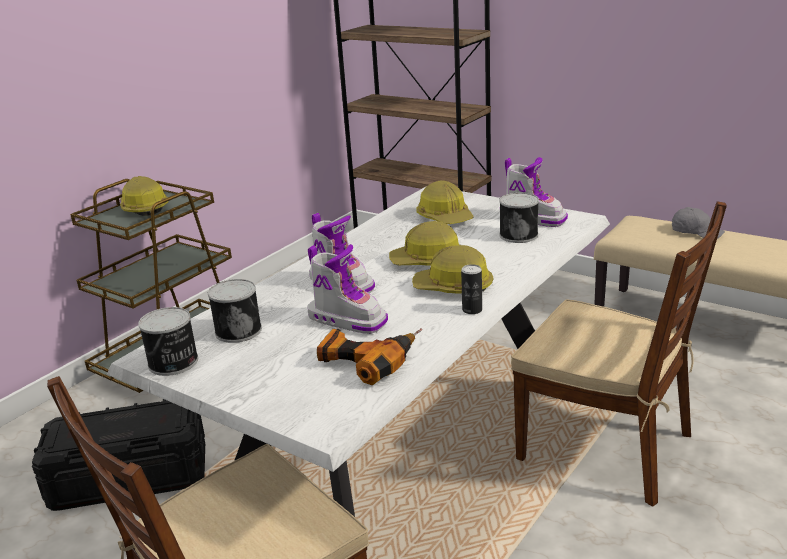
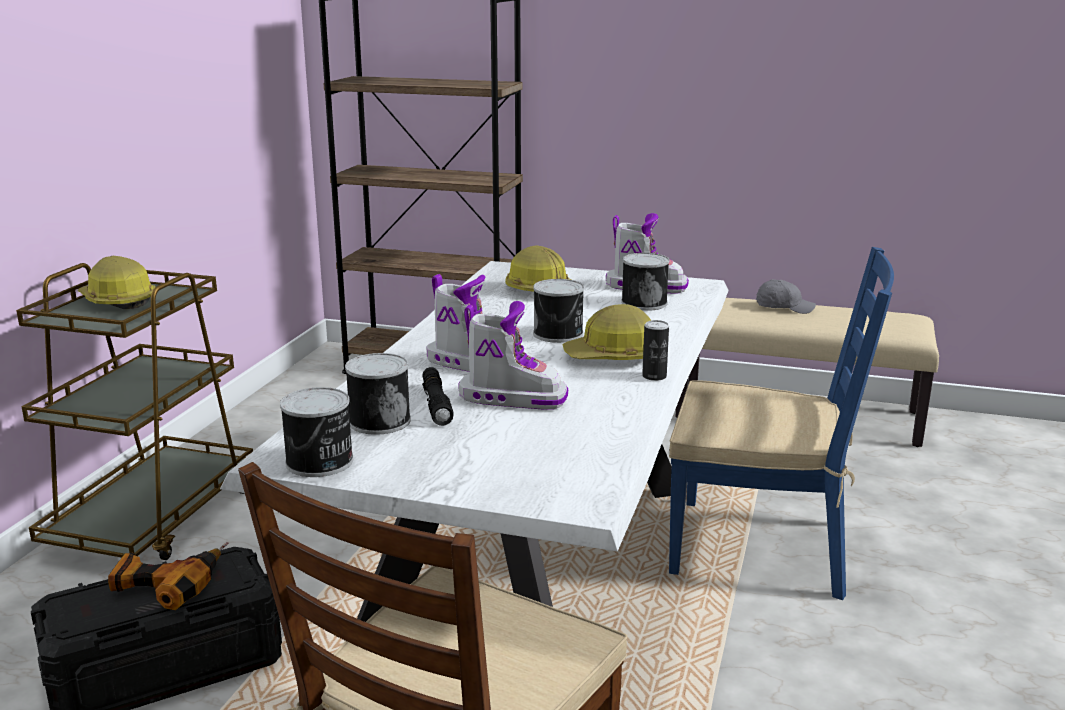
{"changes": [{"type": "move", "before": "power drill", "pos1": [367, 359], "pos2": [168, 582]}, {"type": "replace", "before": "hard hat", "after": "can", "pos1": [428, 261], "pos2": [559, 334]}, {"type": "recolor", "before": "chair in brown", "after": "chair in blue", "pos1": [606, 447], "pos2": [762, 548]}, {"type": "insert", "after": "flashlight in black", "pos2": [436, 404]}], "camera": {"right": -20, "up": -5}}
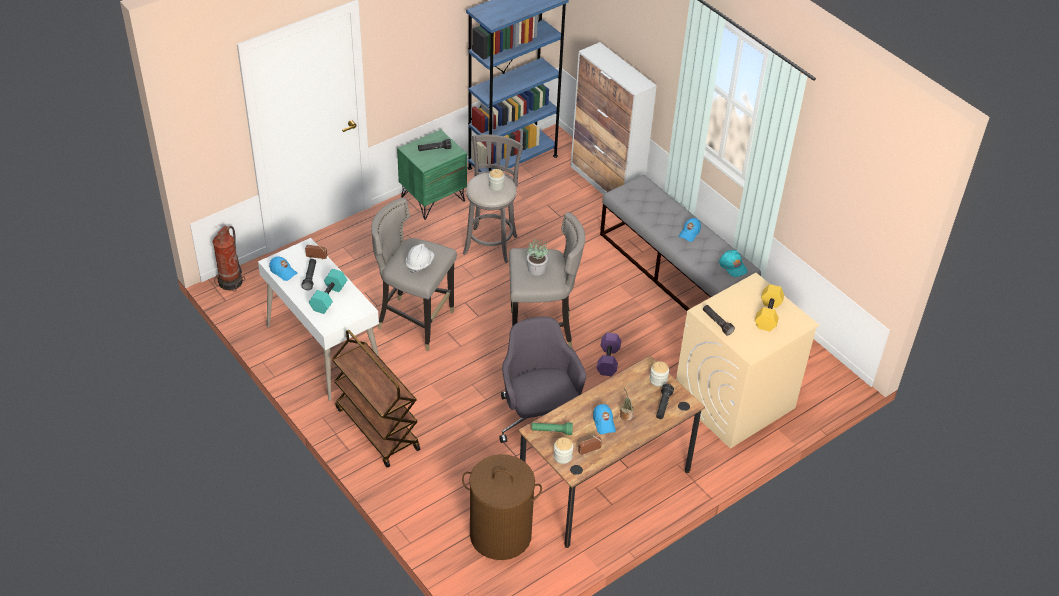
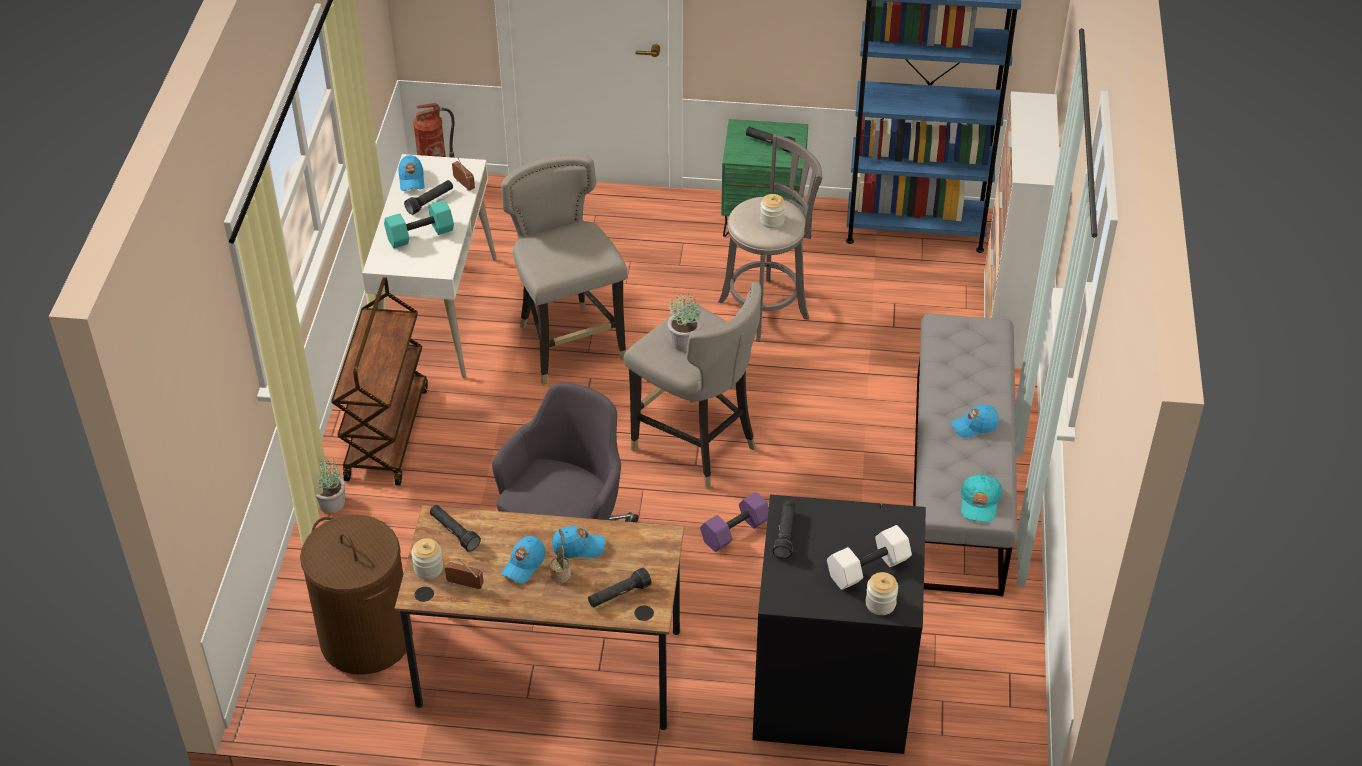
{"changes": [{"type": "delete", "before": "hard hat in white", "pos1": [419, 263]}, {"type": "recolor", "before": "flashlight in green", "after": "flashlight in black", "pos1": [551, 431], "pos2": [454, 532]}, {"type": "move", "before": "jar", "pos1": [658, 380], "pos2": [880, 604]}, {"type": "recolor", "before": "washing machine in beige", "after": "washing machine in black", "pos1": [733, 402], "pos2": [830, 688]}, {"type": "recolor", "before": "dumbbell in yellow", "after": "dumbbell in white", "pos1": [767, 314], "pos2": [868, 567]}, {"type": "insert", "after": "potted plant", "pos2": [332, 503]}, {"type": "insert", "after": "cap in blue", "pos2": [579, 547]}], "camera": {"right": 45, "up": 0}}
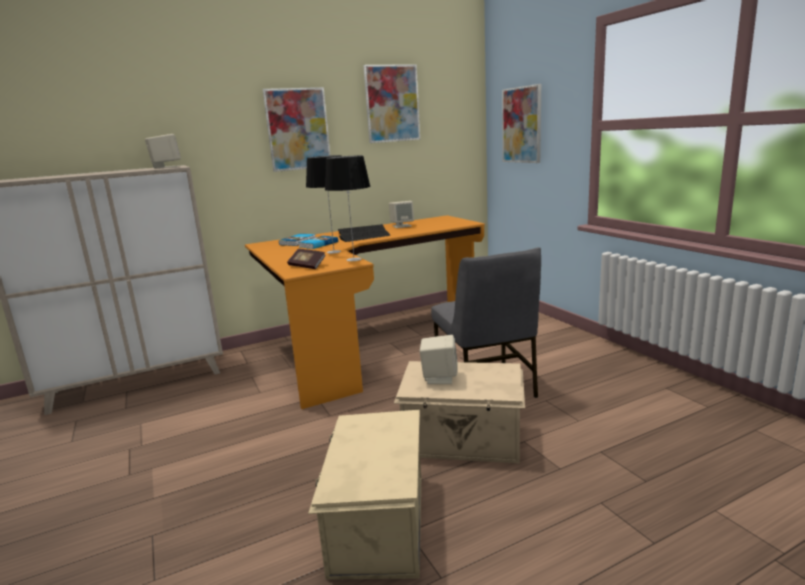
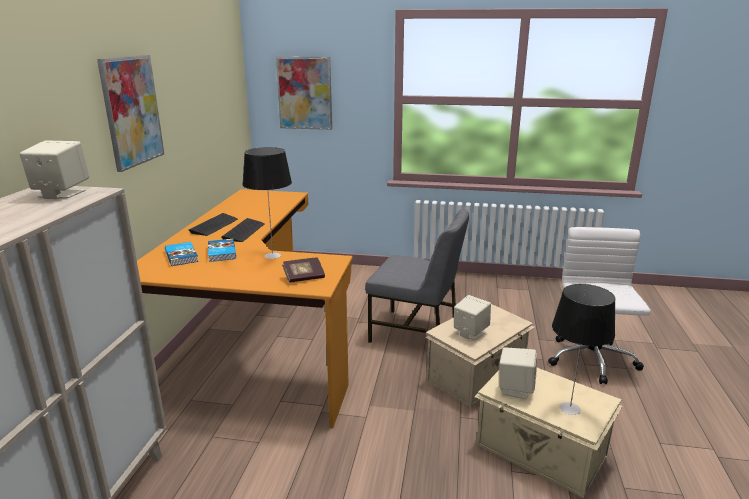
{"changes": [{"type": "move", "before": "table lamp", "pos1": [354, 259], "pos2": [569, 408]}, {"type": "delete", "before": "picture", "pos1": [392, 103]}, {"type": "move", "before": "speaker in beige", "pos1": [402, 226], "pos2": [515, 389]}, {"type": "insert", "after": "office chair in white", "pos2": [591, 360]}], "camera": {"right": -55, "up": 5}}
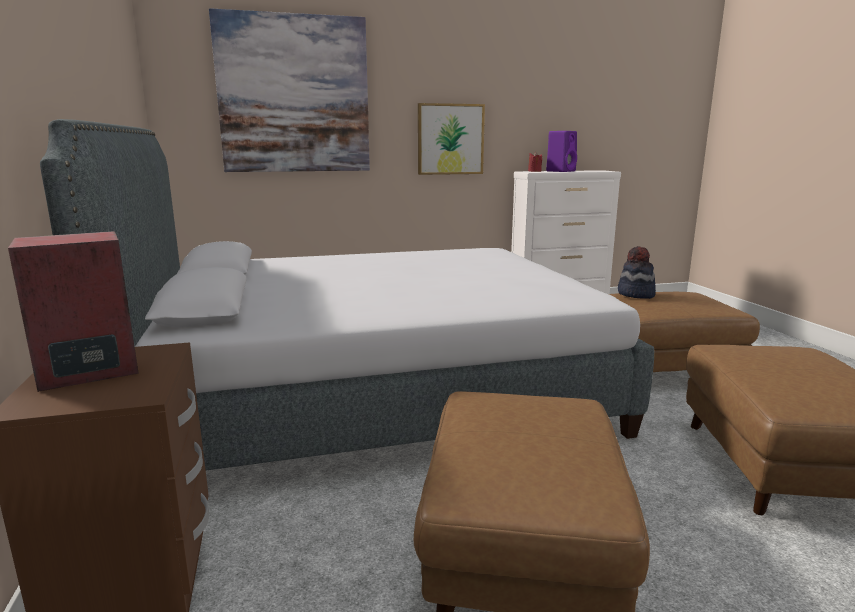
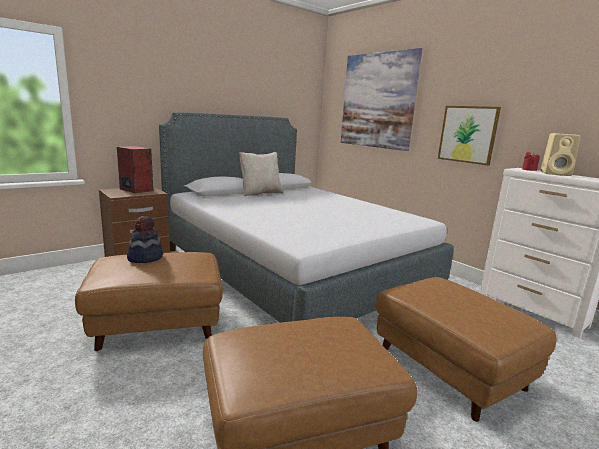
{"changes": [{"type": "recolor", "before": "speaker in purple", "after": "speaker in beige", "pos1": [561, 171], "pos2": [556, 174]}, {"type": "move", "before": "hat", "pos1": [635, 294], "pos2": [145, 257]}, {"type": "insert", "after": "pillow in beige", "pos2": [260, 193]}], "camera": {"right": 65, "up": 0}}
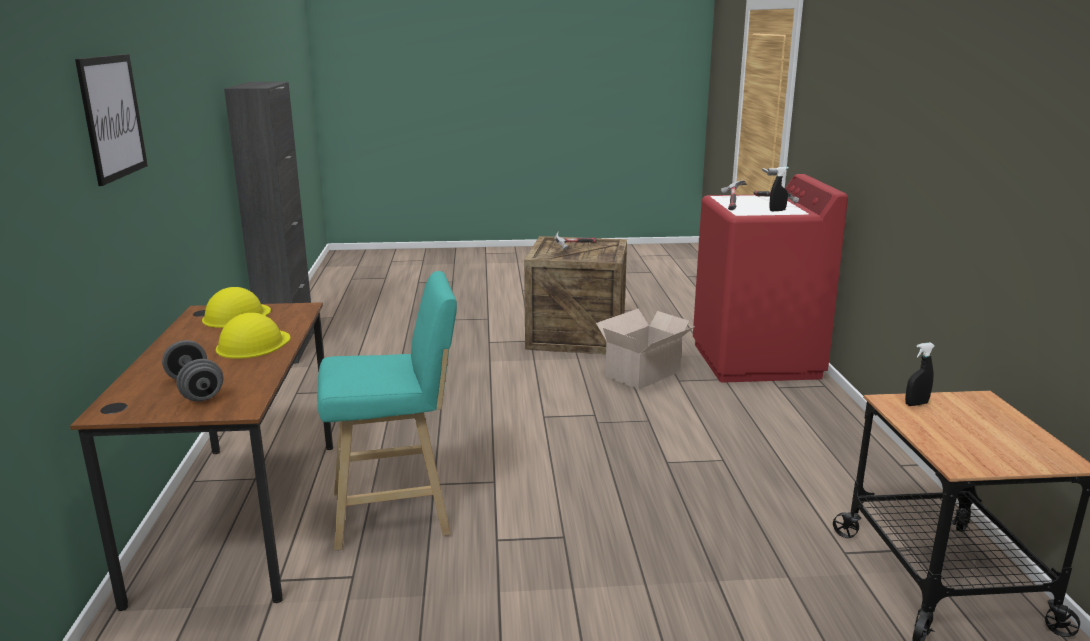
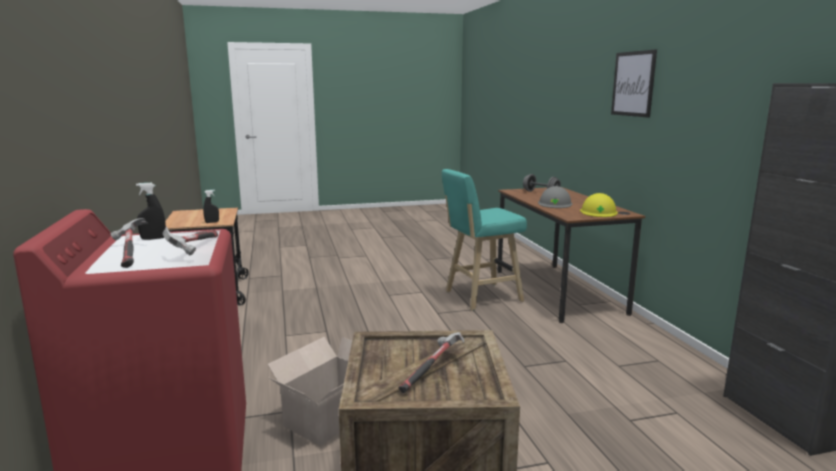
{"changes": [{"type": "recolor", "before": "hard hat in yellow", "after": "hard hat in grey", "pos1": [253, 344], "pos2": [555, 203]}], "camera": {"right": 170, "up": -5}}
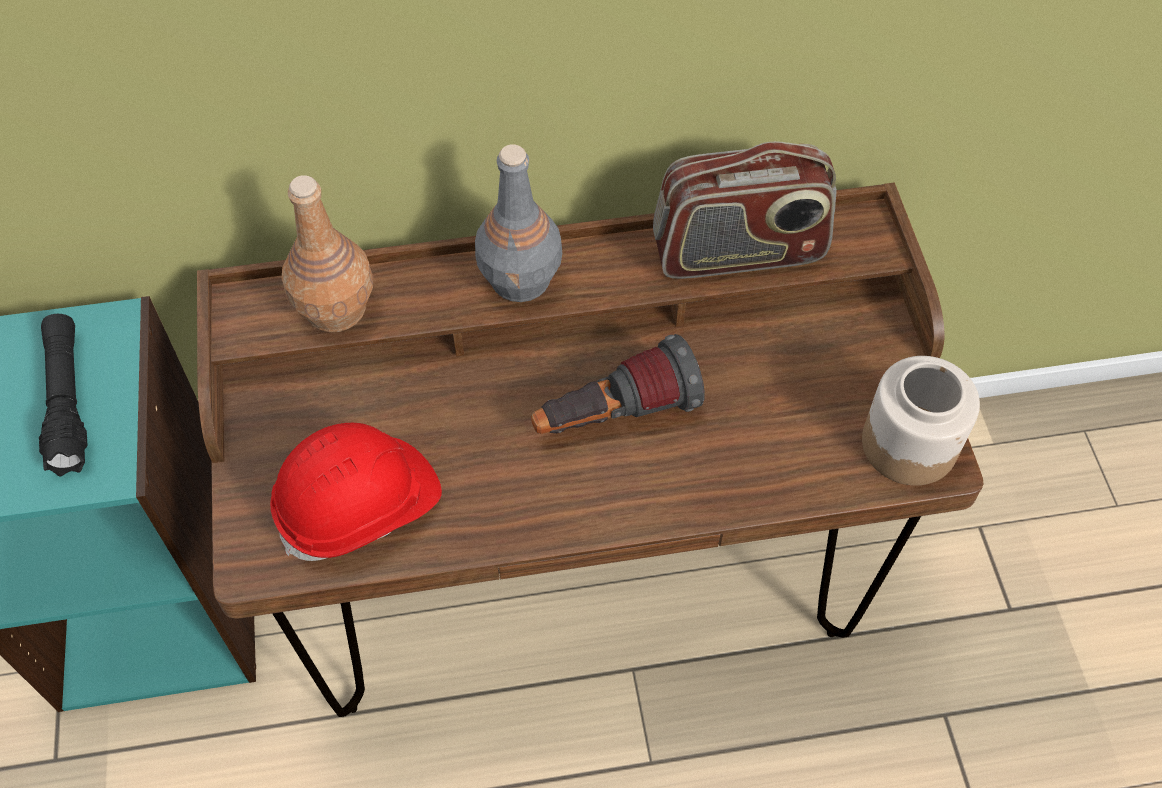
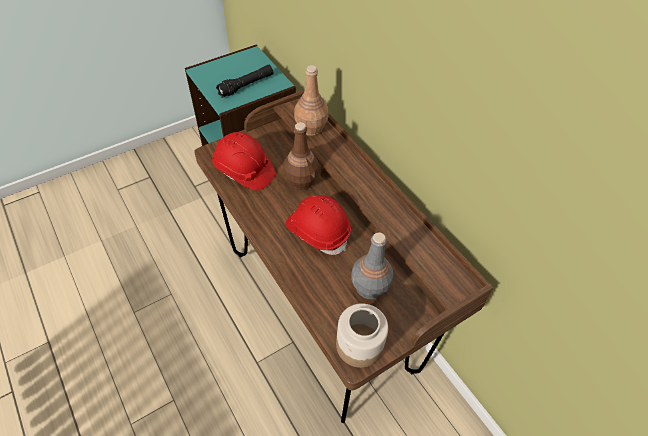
{"changes": [{"type": "move", "before": "bottle in grey", "pos1": [521, 279], "pos2": [370, 287]}, {"type": "replace", "before": "flashlight", "after": "hard hat in red", "pos1": [614, 417], "pos2": [318, 231]}, {"type": "delete", "before": "radio", "pos1": [738, 253]}, {"type": "insert", "after": "bottle in brown", "pos2": [301, 180]}], "camera": {"right": 65, "up": -5}}
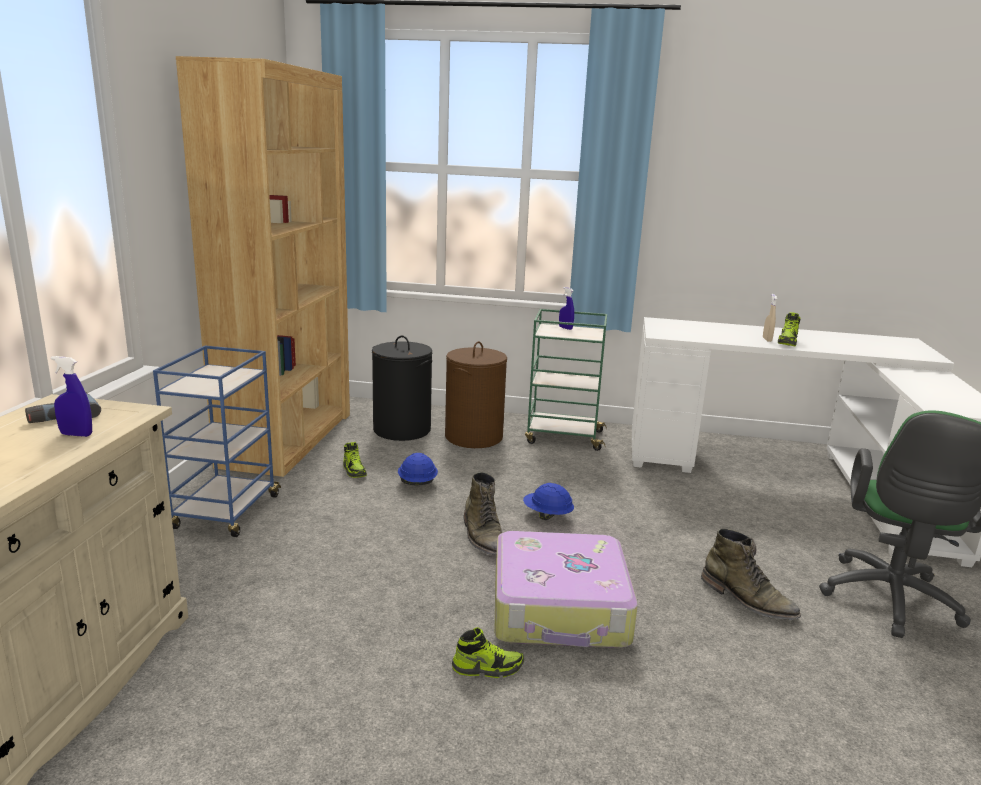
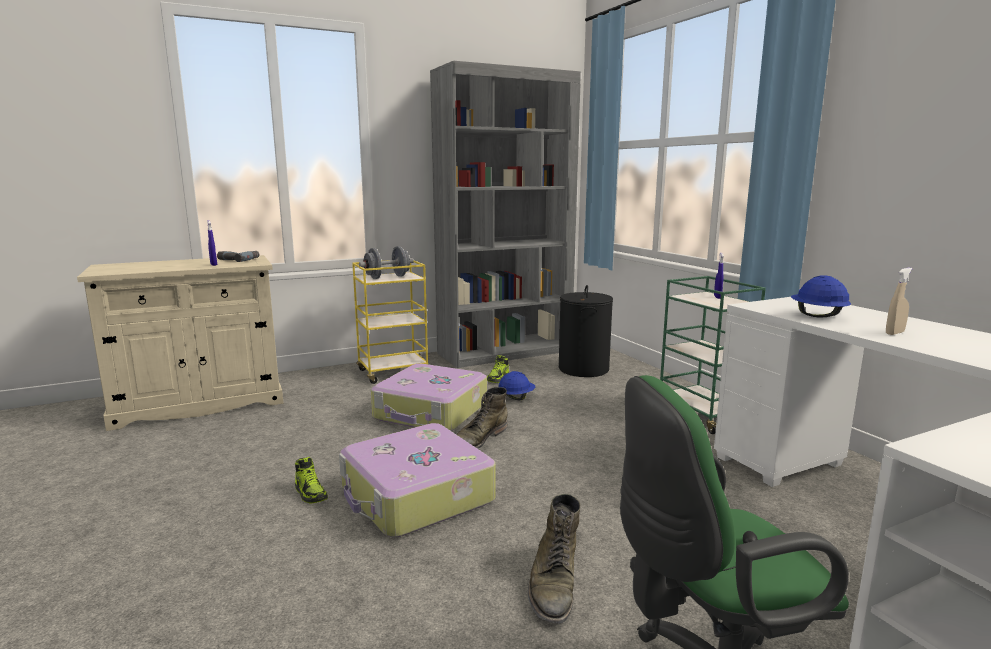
{"changes": [{"type": "recolor", "before": "cart in blue", "after": "cart in yellow", "pos1": [226, 513], "pos2": [394, 373]}, {"type": "recolor", "before": "bookcase in brown", "after": "bookcase in grey", "pos1": [288, 438], "pos2": [505, 352]}, {"type": "delete", "before": "laundry basket in brown", "pos1": [473, 437]}, {"type": "move", "before": "hard hat in blue", "pos1": [547, 515], "pos2": [817, 316]}, {"type": "delete", "before": "shoe", "pos1": [788, 342]}, {"type": "insert", "after": "dumbbell in grey", "pos2": [387, 277]}, {"type": "insert", "after": "suitcase", "pos2": [431, 412]}], "camera": {"right": 55, "up": -5}}
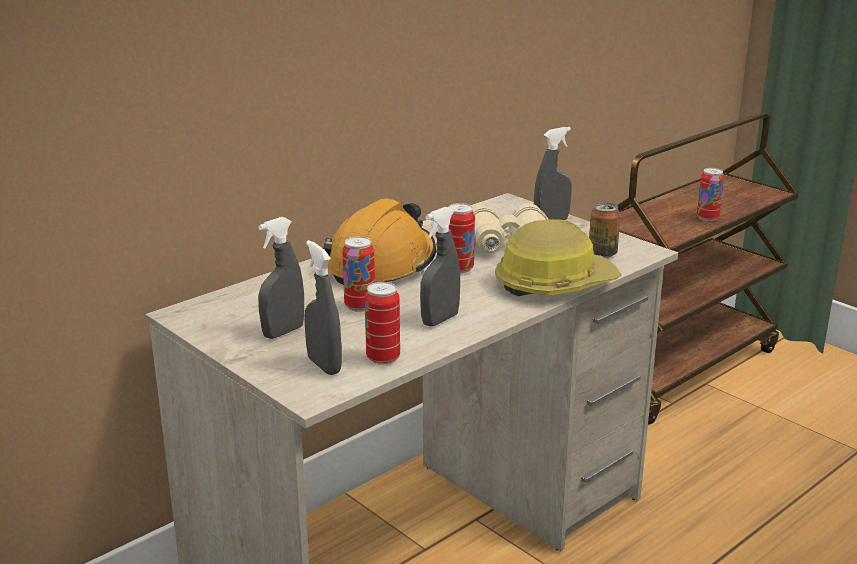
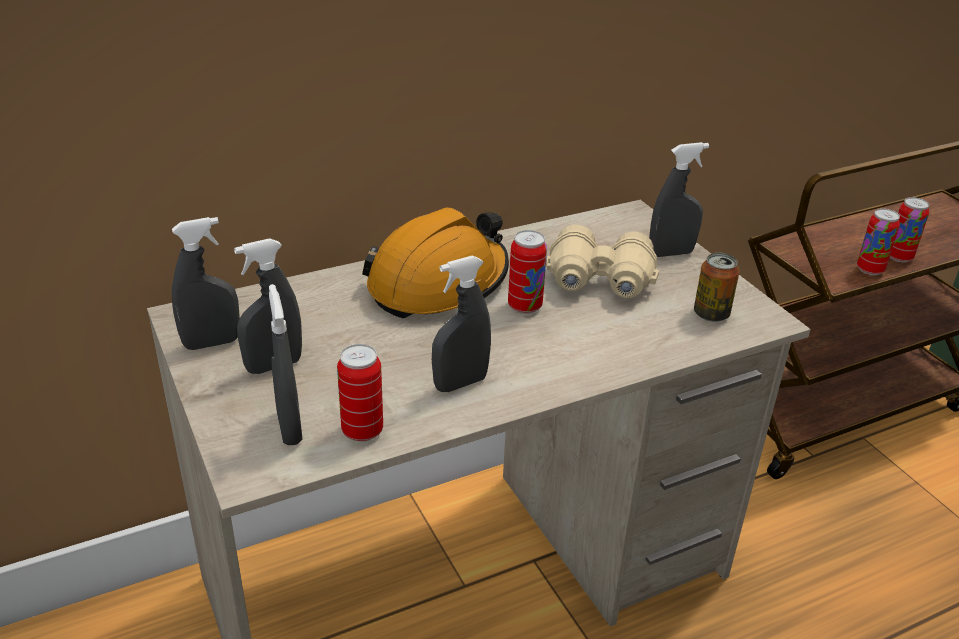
{"changes": [{"type": "move", "before": "can", "pos1": [359, 306], "pos2": [870, 269]}, {"type": "delete", "before": "hard hat", "pos1": [554, 284]}, {"type": "insert", "after": "spray bottle in grey", "pos2": [212, 343]}], "camera": {"right": 15, "up": 10}}
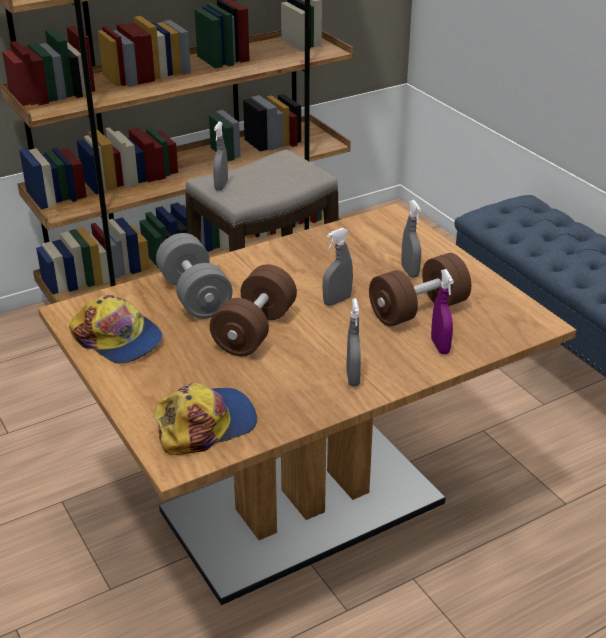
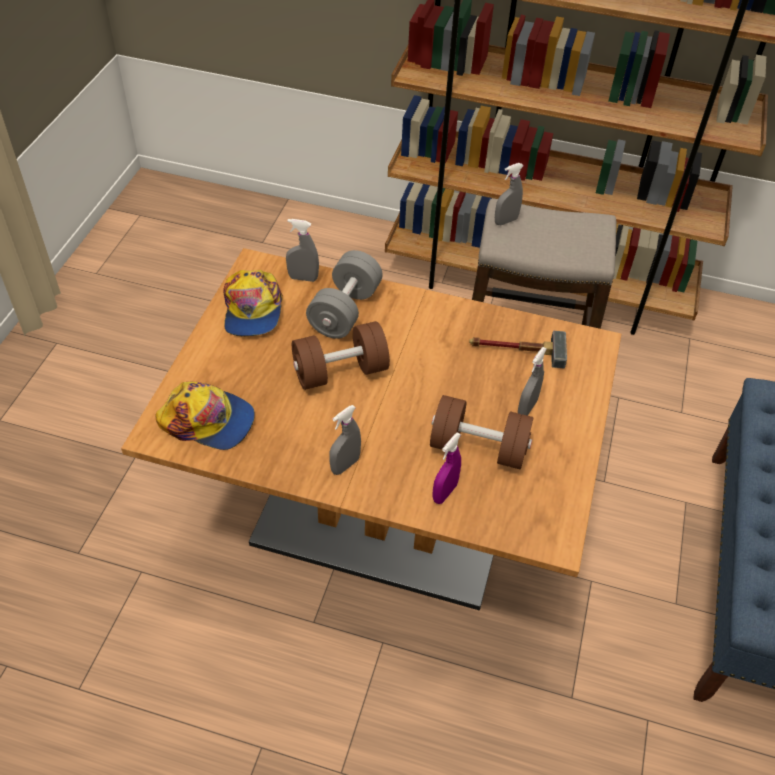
{"changes": [{"type": "move", "before": "spray bottle in grey", "pos1": [337, 301], "pos2": [303, 278]}, {"type": "insert", "after": "hammer", "pos2": [516, 350]}], "camera": {"right": 45, "up": 15}}
